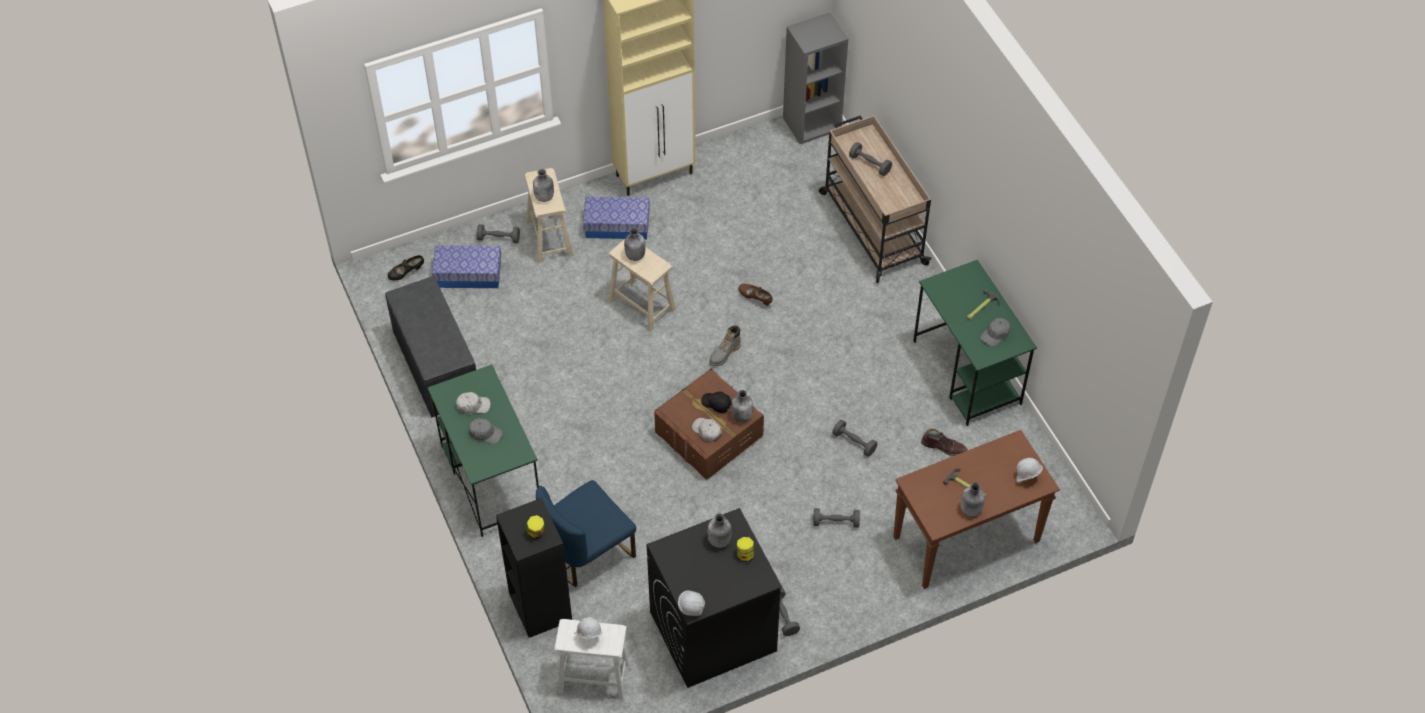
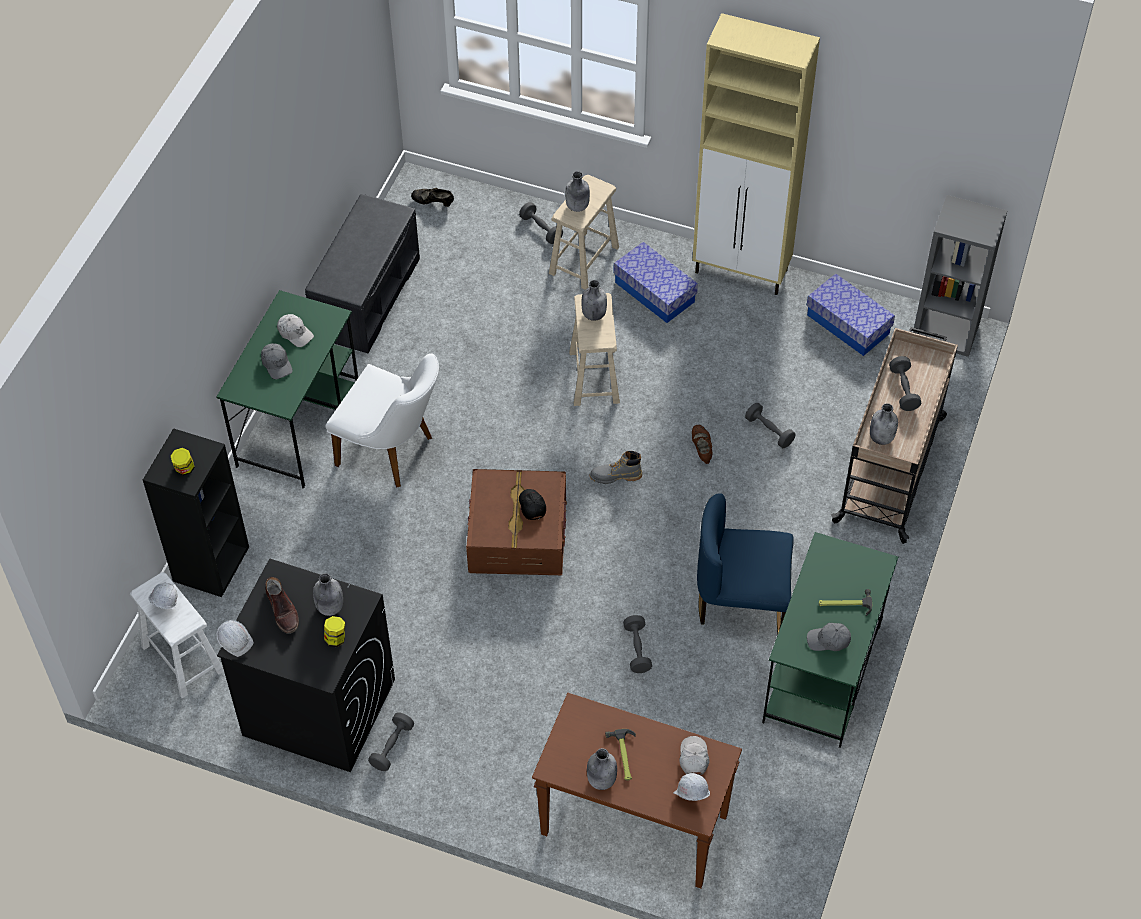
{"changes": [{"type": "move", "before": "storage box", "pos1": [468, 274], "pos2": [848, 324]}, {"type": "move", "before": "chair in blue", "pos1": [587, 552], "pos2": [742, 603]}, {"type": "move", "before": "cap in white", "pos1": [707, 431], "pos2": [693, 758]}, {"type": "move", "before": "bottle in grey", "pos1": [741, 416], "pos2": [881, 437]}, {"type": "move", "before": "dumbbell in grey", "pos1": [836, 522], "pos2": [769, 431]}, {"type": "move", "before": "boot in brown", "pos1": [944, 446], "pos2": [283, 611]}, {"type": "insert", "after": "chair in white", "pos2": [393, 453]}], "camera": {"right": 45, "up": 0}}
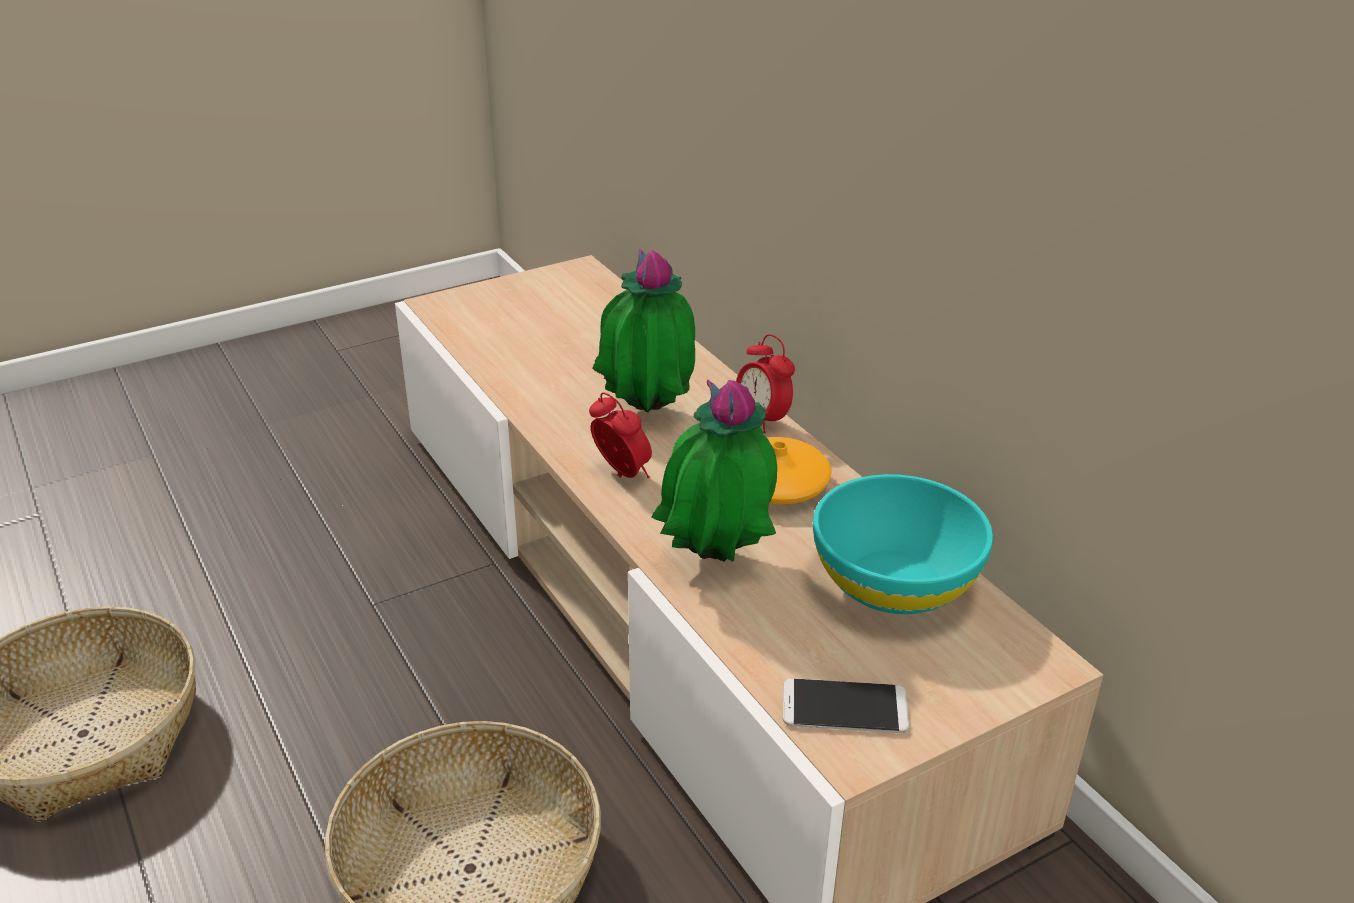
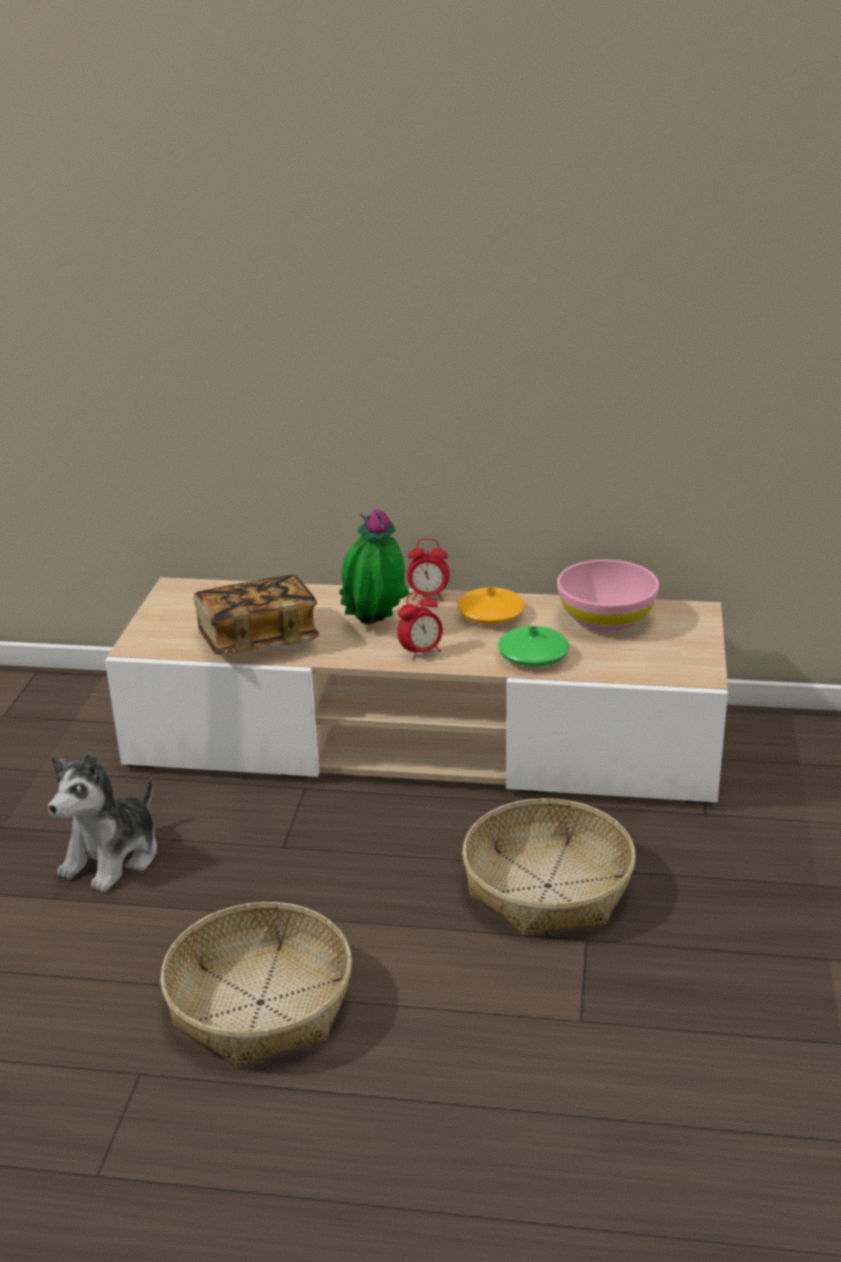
{"changes": [{"type": "rotate", "before": "alarm clock", "pos1": [621, 474], "pos2": [421, 652], "turn": 150}, {"type": "replace", "before": "potted plant", "after": "vase in green", "pos1": [715, 564], "pos2": [533, 656]}, {"type": "delete", "before": "phone", "pos1": [844, 707]}, {"type": "recolor", "before": "bowl in turquoise", "after": "bowl in pink", "pos1": [894, 582], "pos2": [605, 619]}, {"type": "insert", "after": "plush toy", "pos2": [113, 858]}, {"type": "insert", "after": "book", "pos2": [258, 639]}], "camera": {"right": -50, "up": -5}}
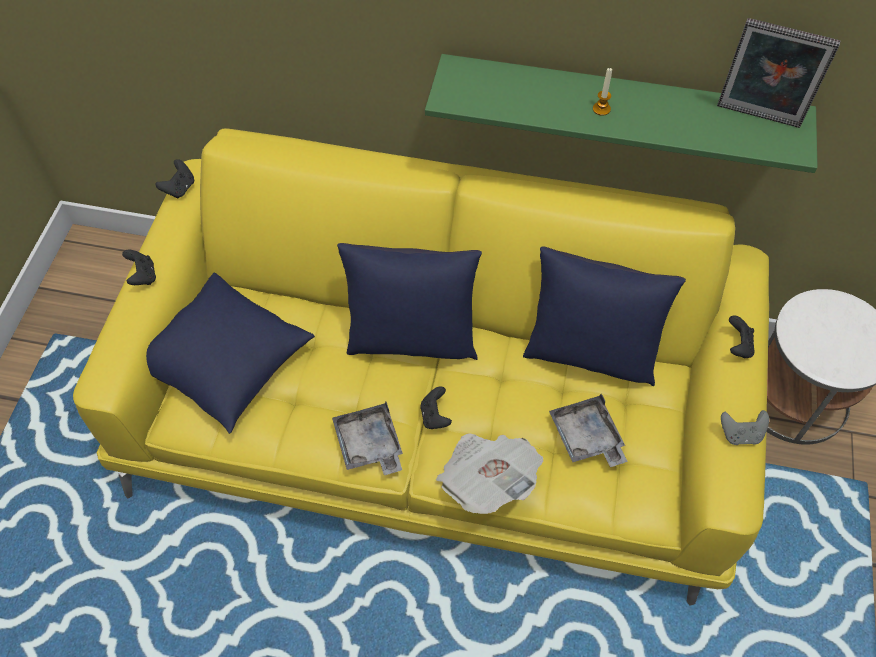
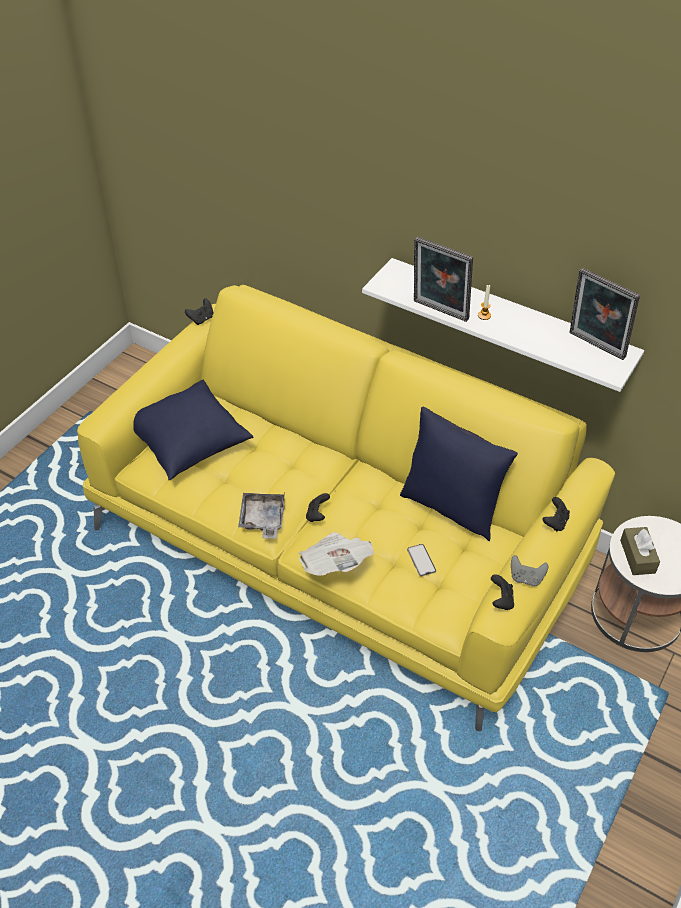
{"changes": [{"type": "move", "before": "game controller in black", "pos1": [143, 276], "pos2": [501, 600]}, {"type": "delete", "before": "pillow in blue", "pos1": [411, 339]}, {"type": "recolor", "before": "shelf in green", "after": "shelf in white", "pos1": [618, 108], "pos2": [508, 324]}, {"type": "replace", "before": "tray in grey", "after": "phone", "pos1": [586, 437], "pos2": [421, 560]}, {"type": "insert", "after": "picture frame", "pos2": [439, 312]}, {"type": "insert", "after": "tissue box in brown", "pos2": [637, 556]}], "camera": {"right": 20, "up": -10}}
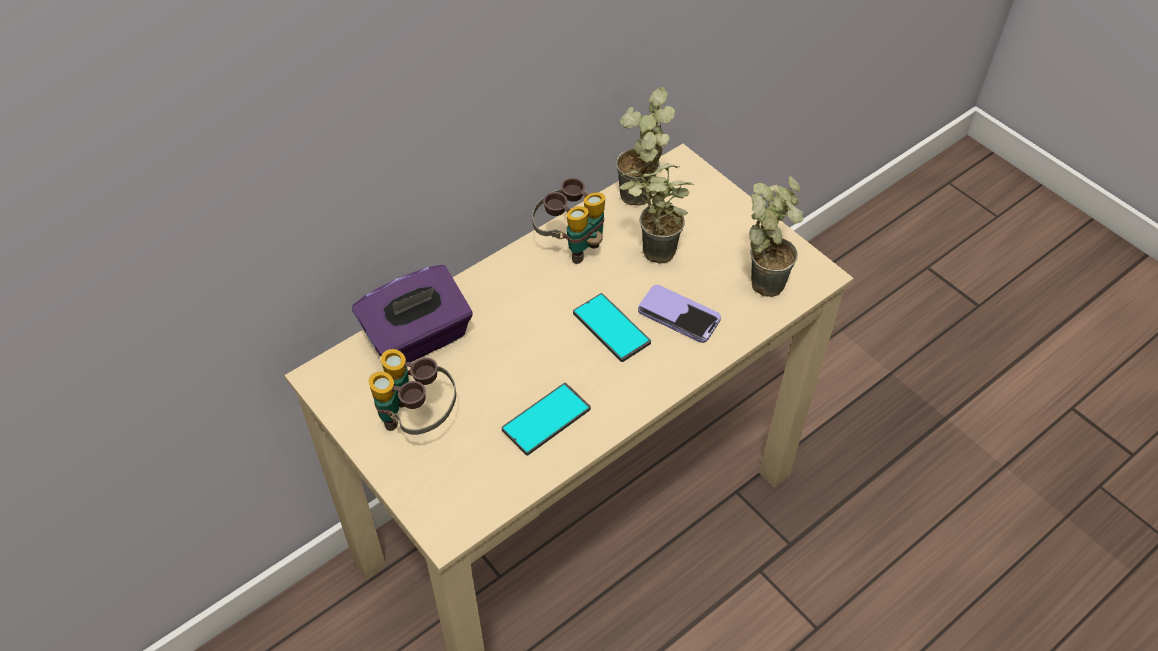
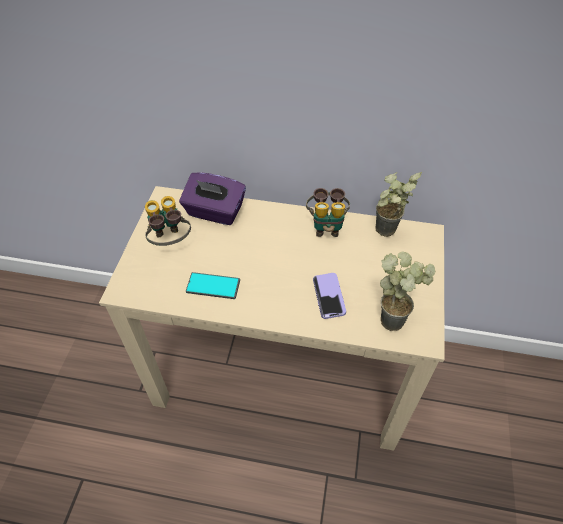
{"changes": [{"type": "delete", "before": "phone", "pos1": [611, 328]}, {"type": "delete", "before": "potted plant", "pos1": [649, 256]}], "camera": {"right": 50, "up": 0}}
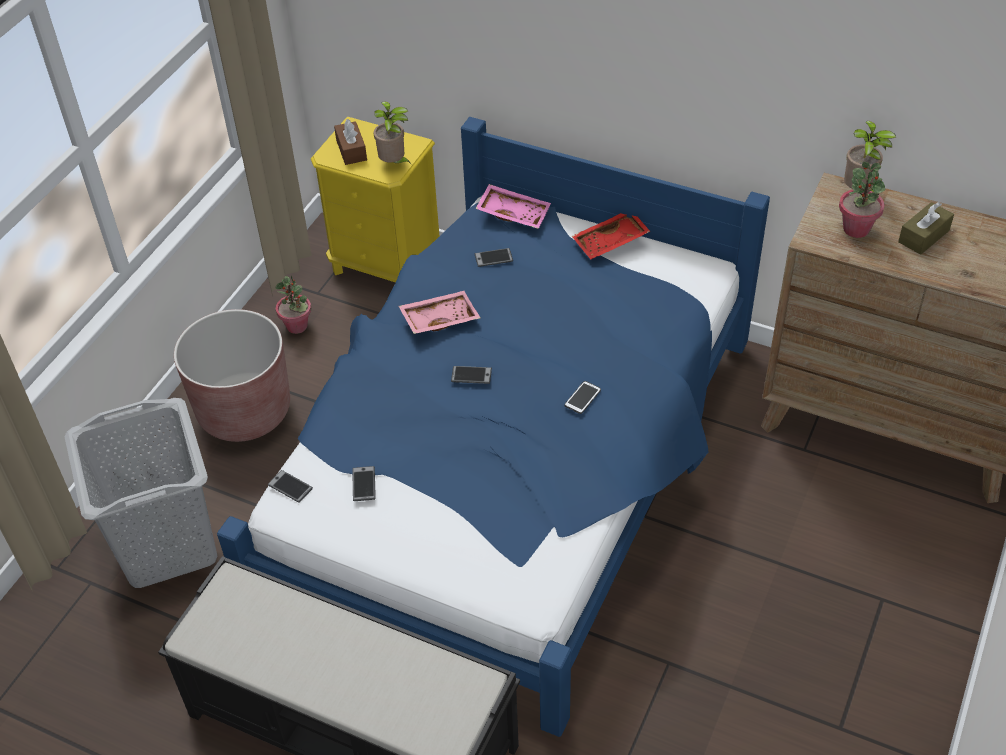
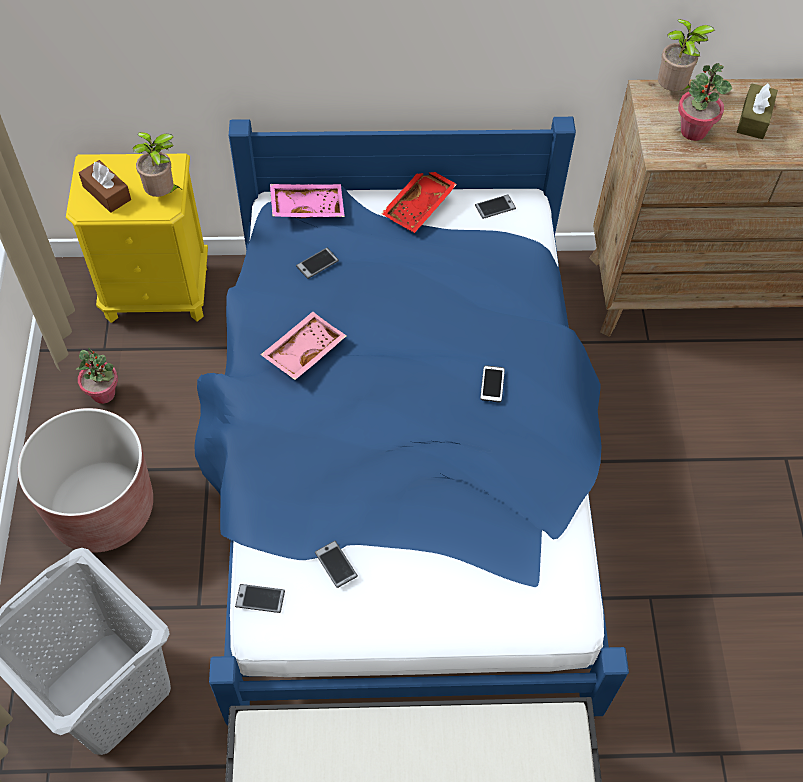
{"changes": [{"type": "move", "before": "phone", "pos1": [471, 375], "pos2": [495, 207]}], "camera": {"right": -30, "up": 10}}
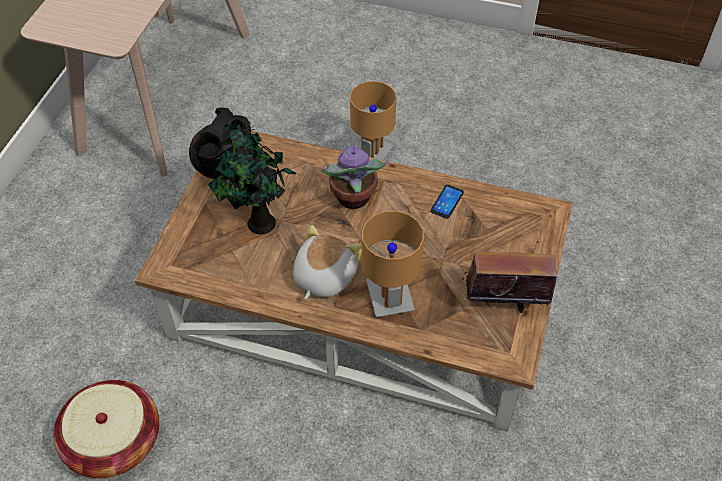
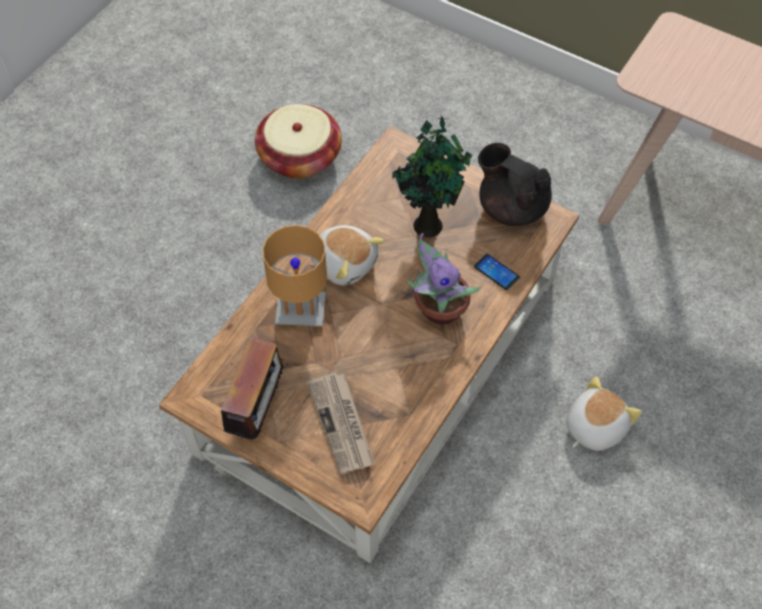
{"changes": [{"type": "replace", "before": "table lamp in brown", "after": "plush toy", "pos1": [372, 154], "pos2": [594, 427]}, {"type": "move", "before": "phone", "pos1": [447, 202], "pos2": [496, 272]}, {"type": "insert", "after": "newspaper", "pos2": [342, 424]}], "camera": {"right": 105, "up": 5}}
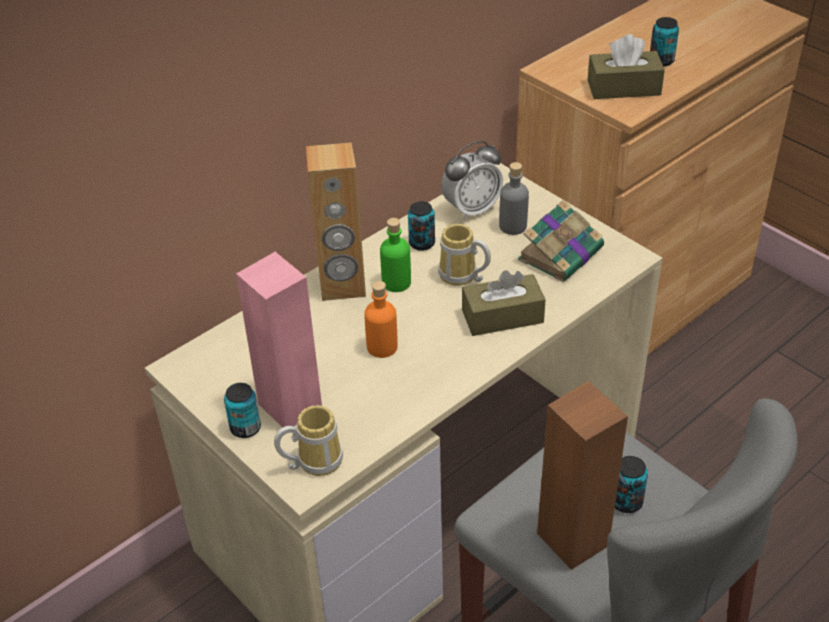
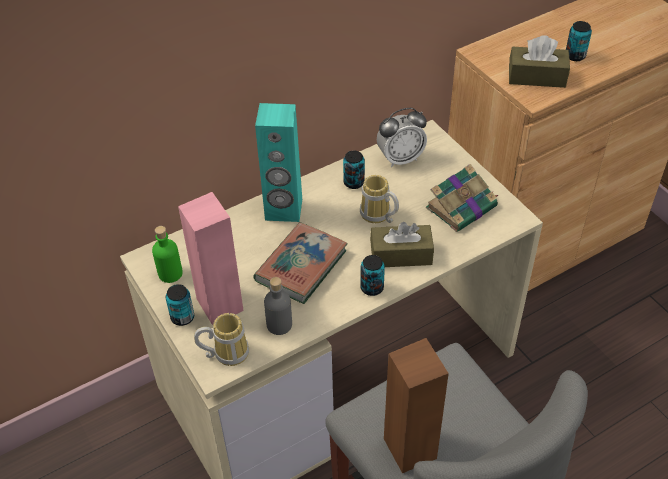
{"changes": [{"type": "recolor", "before": "speaker in brown", "after": "speaker in turquoise", "pos1": [342, 286], "pos2": [283, 210]}, {"type": "replace", "before": "bottle in orange", "after": "book", "pos1": [382, 347], "pos2": [301, 266]}, {"type": "move", "before": "bottle in green", "pos1": [396, 282], "pos2": [170, 273]}, {"type": "move", "before": "bottle in grey", "pos1": [513, 226], "pos2": [279, 325]}, {"type": "move", "before": "can", "pos1": [626, 502], "pos2": [372, 288]}], "camera": {"right": 10, "up": 5}}
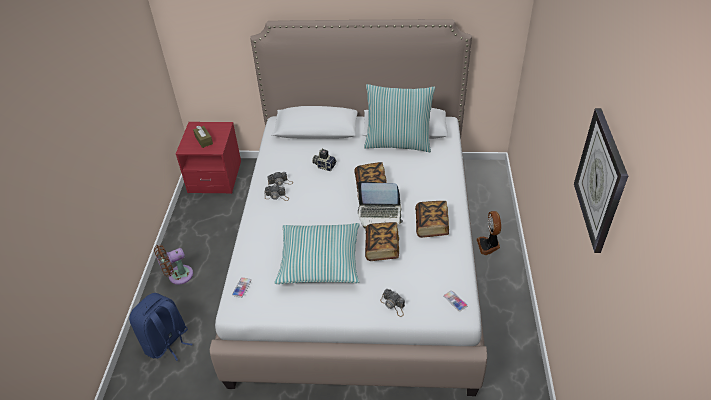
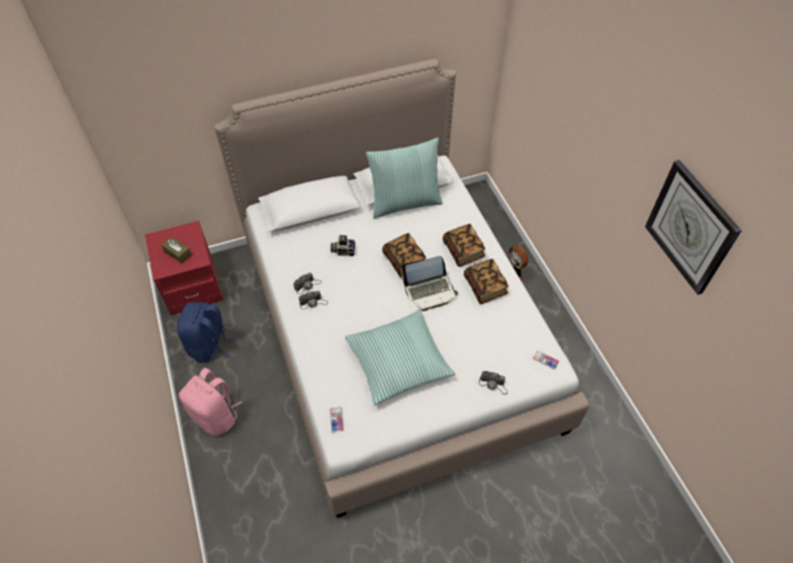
{"changes": [{"type": "move", "before": "backpack in blue", "pos1": [166, 342], "pos2": [209, 346]}, {"type": "replace", "before": "fan in brown", "after": "backpack in pink", "pos1": [178, 276], "pos2": [216, 416]}, {"type": "move", "before": "book", "pos1": [382, 248], "pos2": [463, 251]}], "camera": {"right": -25, "up": 10}}
